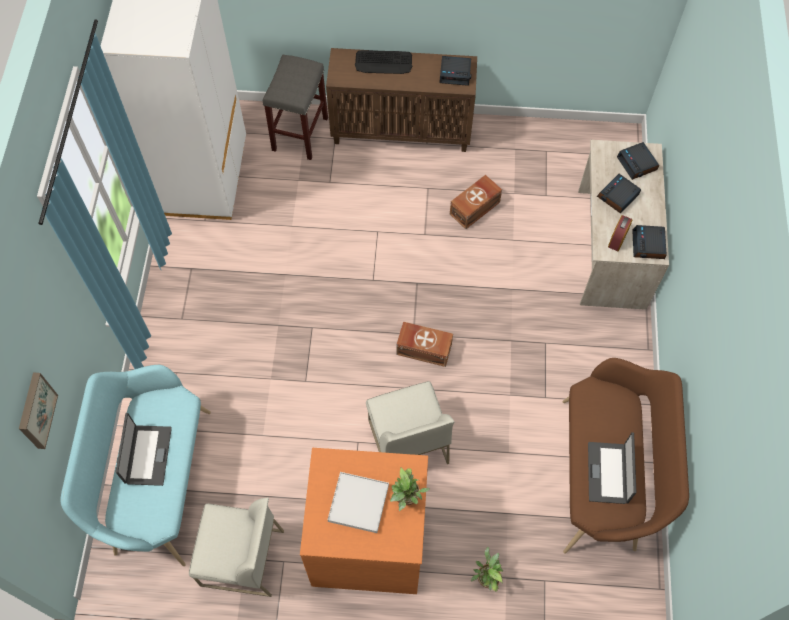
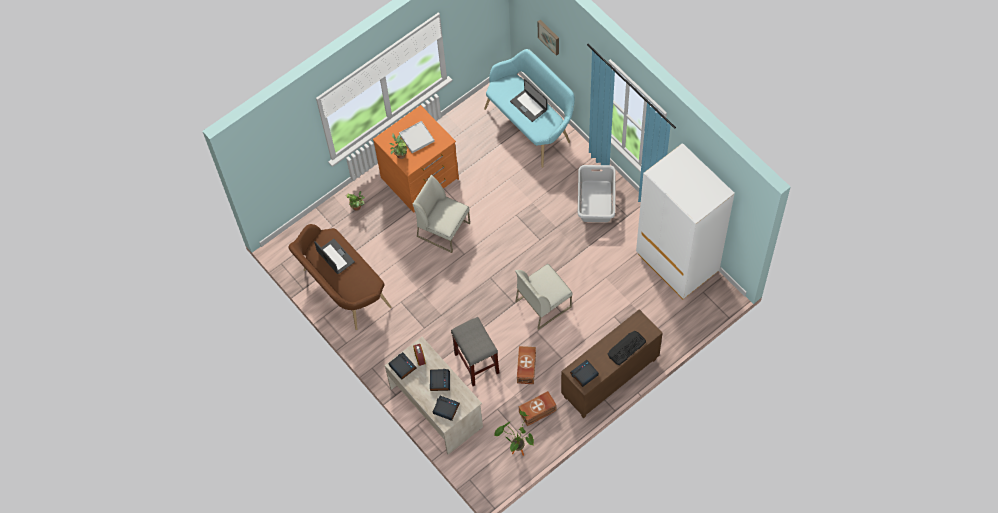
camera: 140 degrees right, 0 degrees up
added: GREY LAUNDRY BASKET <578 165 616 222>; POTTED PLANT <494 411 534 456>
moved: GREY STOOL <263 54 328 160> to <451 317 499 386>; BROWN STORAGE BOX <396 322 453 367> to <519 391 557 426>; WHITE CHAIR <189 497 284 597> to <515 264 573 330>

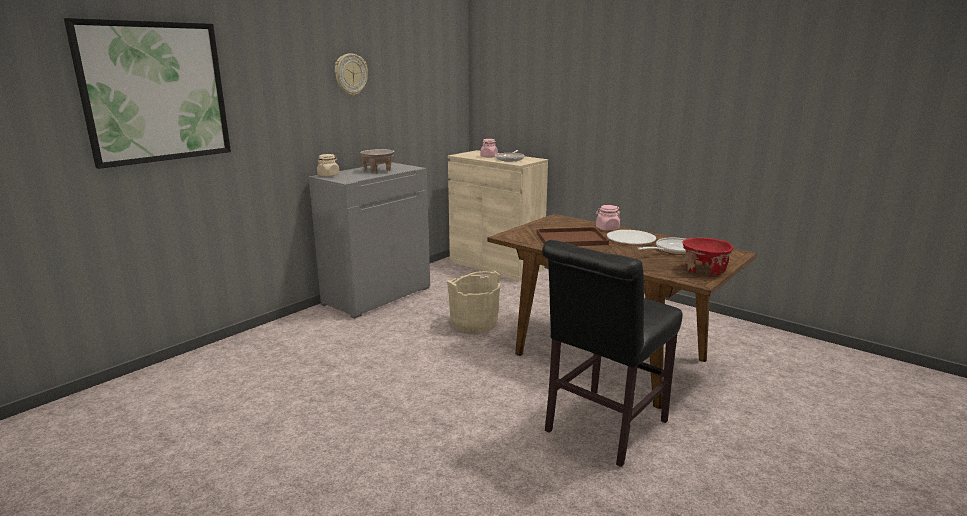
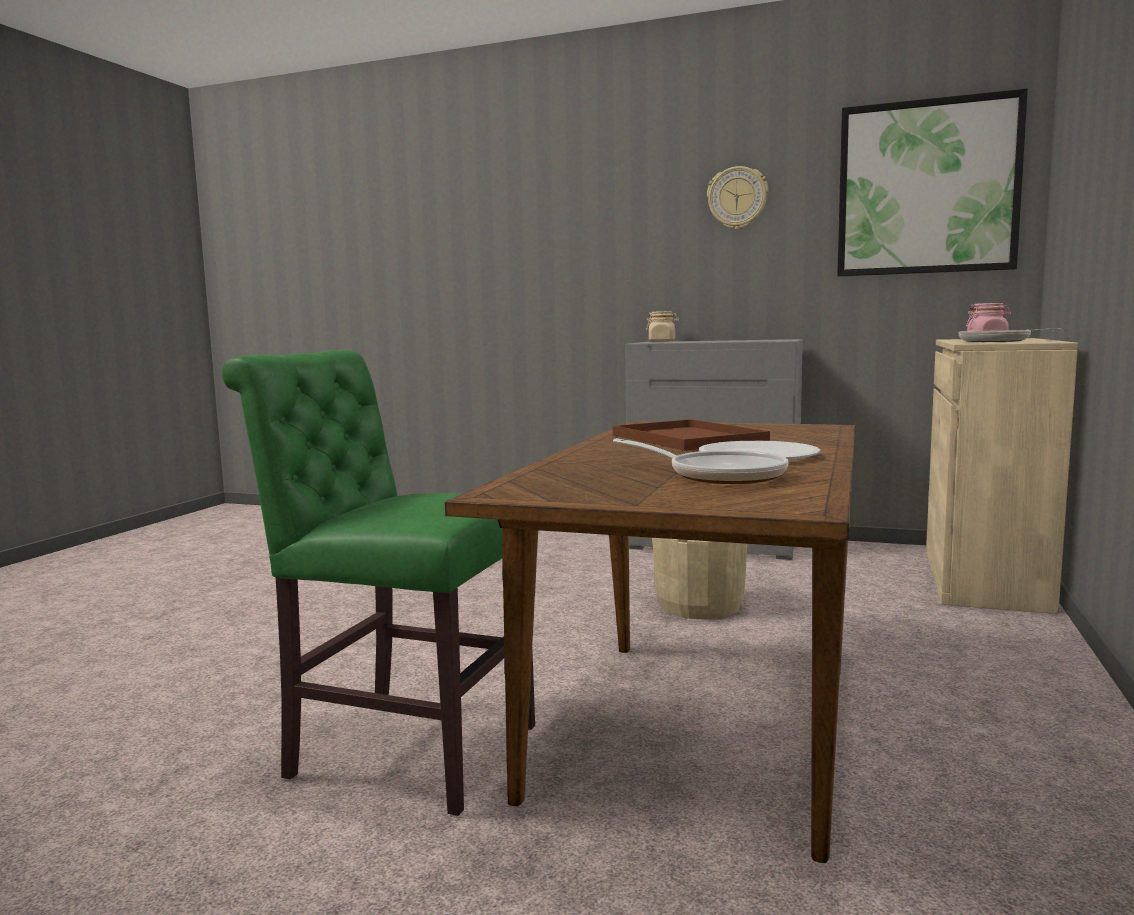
camera: 70 degrees right, 10 degrees down
removed: BEIGE BOWL <360 149 394 173>; PINK JAR <596 205 620 231>; RED BOWL <682 237 734 276>
moved: PICTURE <64 18 231 169> to <837 89 1028 276>
recoloured: BLACK CHAIR <542 240 683 467> to GREEN CHAIR <222 350 535 816>

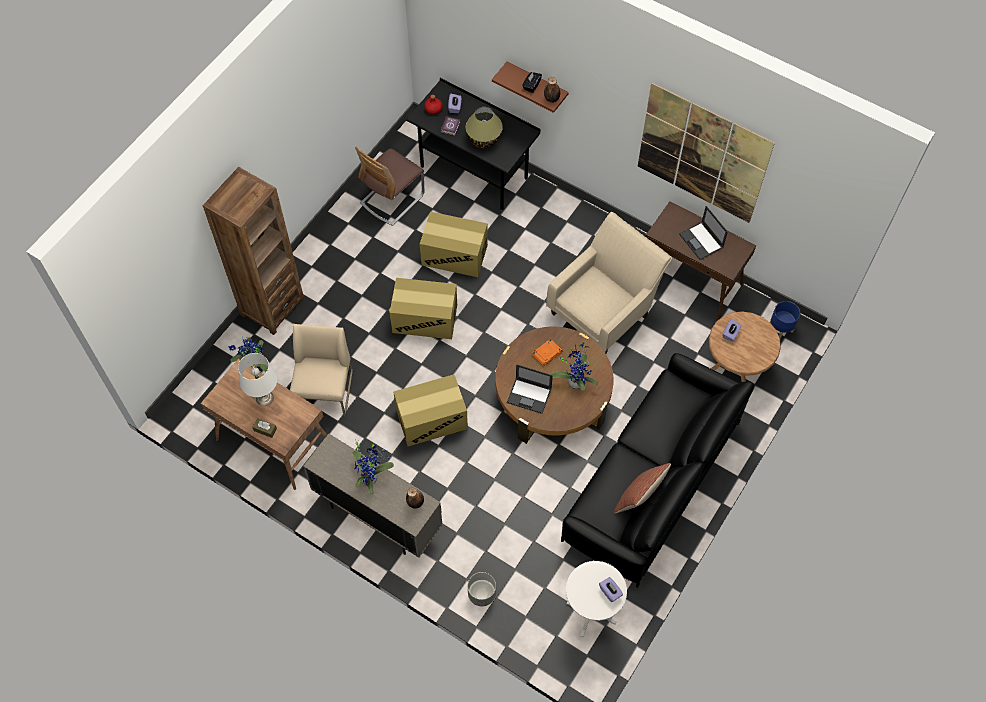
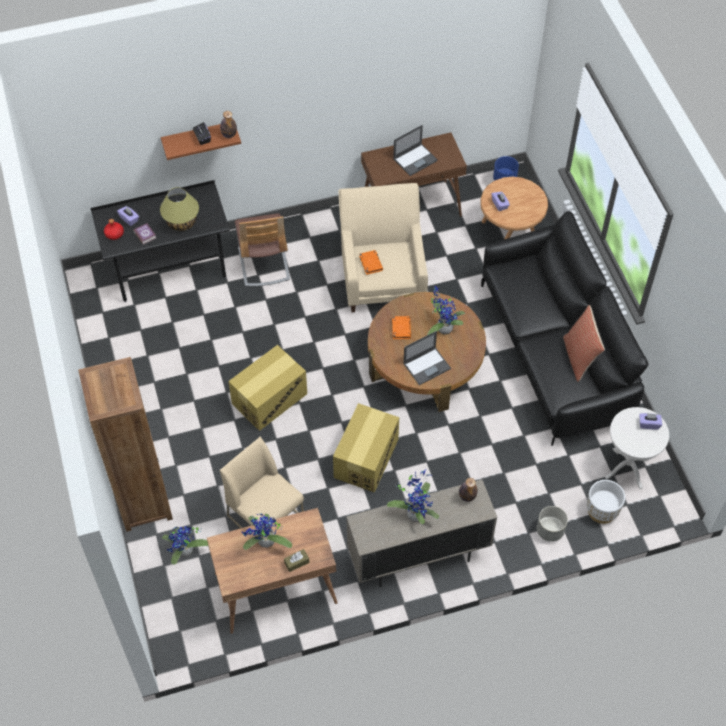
camera: 50 degrees left, 5 degrees down
removed: PICTURE <638 83 775 223>; CARDBOARD BOX <420 212 488 277>
added: ORANGE BOOK <359 250 383 275>; WHITE PLANTER <587 480 625 524>
moved: CHAIR <355 146 425 226> to <235 213 290 287>
replaced: WHITE TABLE LAMP <238 353 277 406> to POTTED PLANT <241 514 292 550>
turned: LAPTOP <679 206 728 260> = <393 125 438 176> 45 degrees counterclockwise

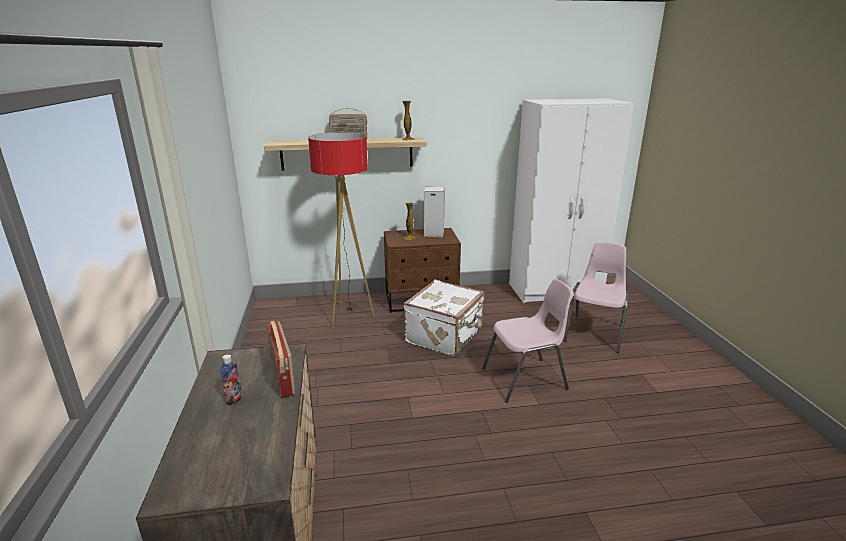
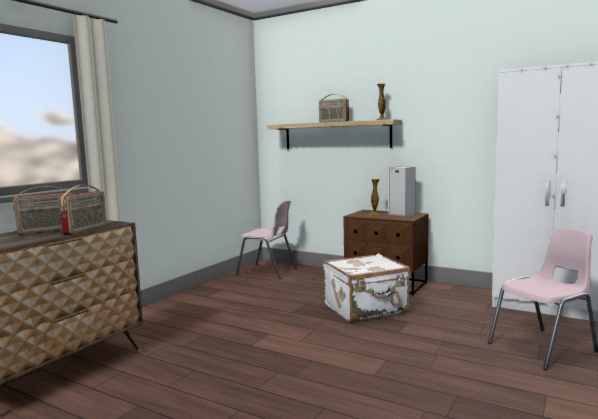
camera: 40 degrees right, 15 degrees down
removed: FLOOR LAMP <308 132 375 328>
moved: PINK CHAIR <482 279 574 403> to <236 200 297 279>
replaced: BOTTLE <220 354 242 405> to RADIO <13 186 73 234>

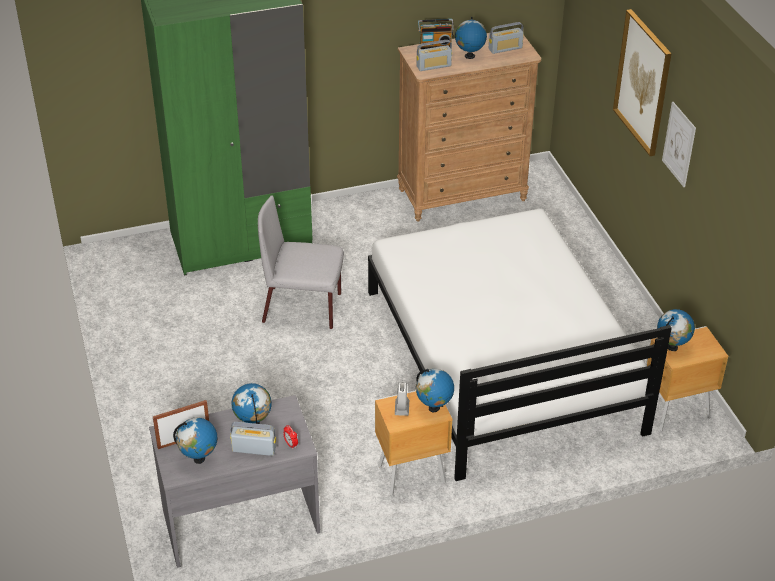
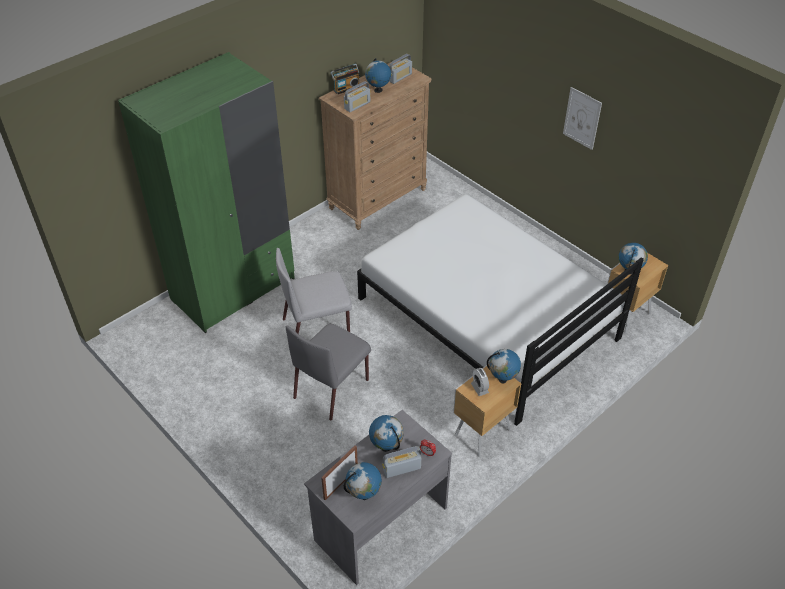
camera: 25 degrees left, 5 degrees up
removed: PICTURE <613 9 671 156>
added: GREY CHAIR <286 324 371 420>

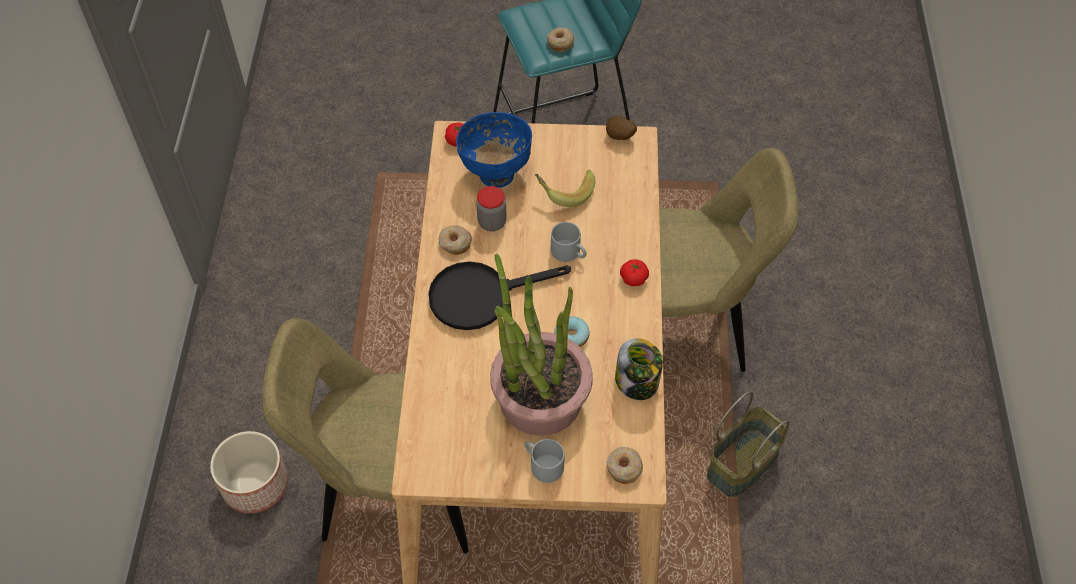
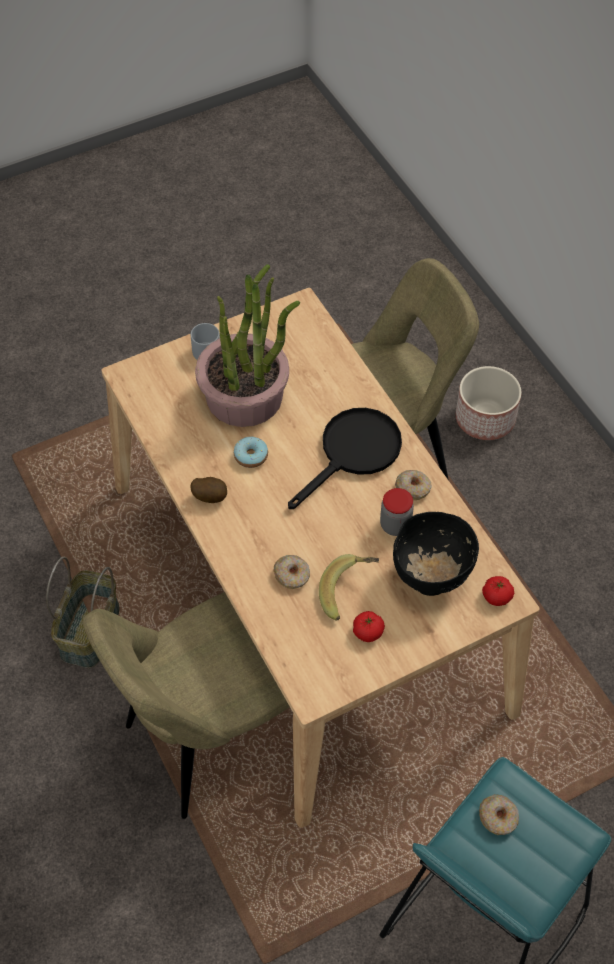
camera: 150 degrees right, 0 degrees up
removed: GREY MUG <551 222 586 262>; JAR <615 338 663 400>
moved: POTATO <606 116 637 140> to <190 477 227 503>; TOMATO <620 260 649 286> to <353 611 385 642>; DONUT <607 447 643 484> to <274 555 310 589>
recoloured: BLUE BOWL <456 112 532 188> to BLACK BOWL <393 512 479 596>

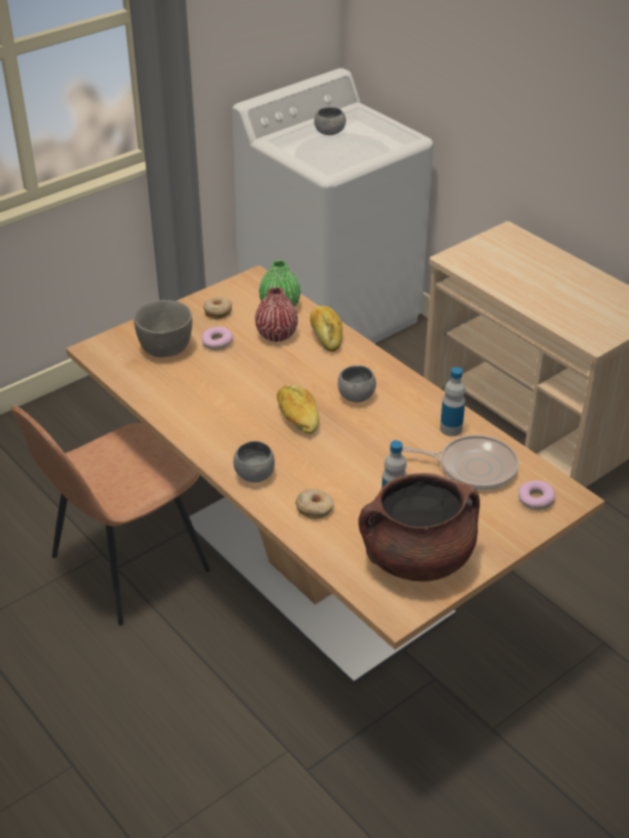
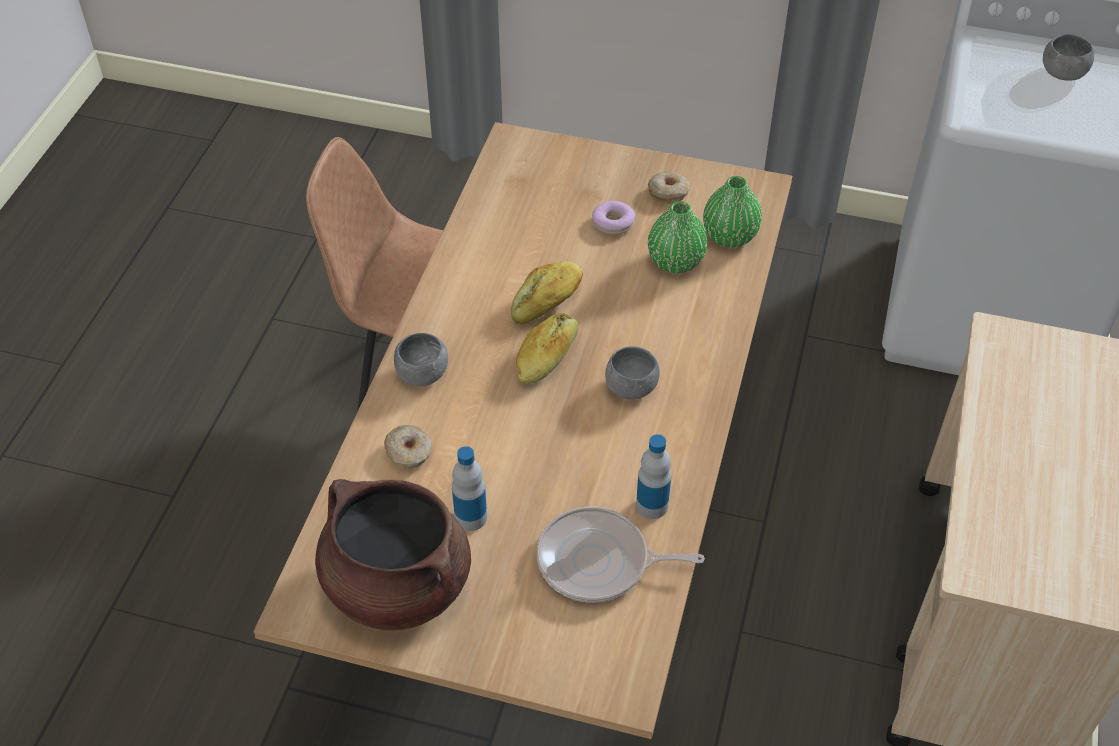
camera: 55 degrees right, 10 degrees up
removed: GREY BOWL <134 300 192 357>; DONUT <518 480 556 510>
moved: BREAD <310 306 342 352> to <511 262 583 324>
recoloured: RED VASE <255 287 298 342> to GREEN VASE <648 201 707 273>
turned: FRYING PAN <402 435 519 490> = <537 507 705 603> 120 degrees clockwise

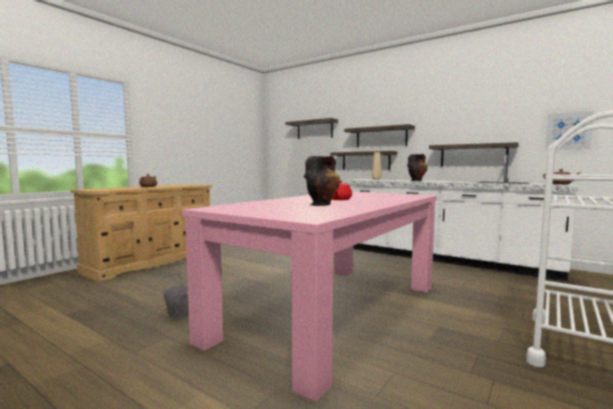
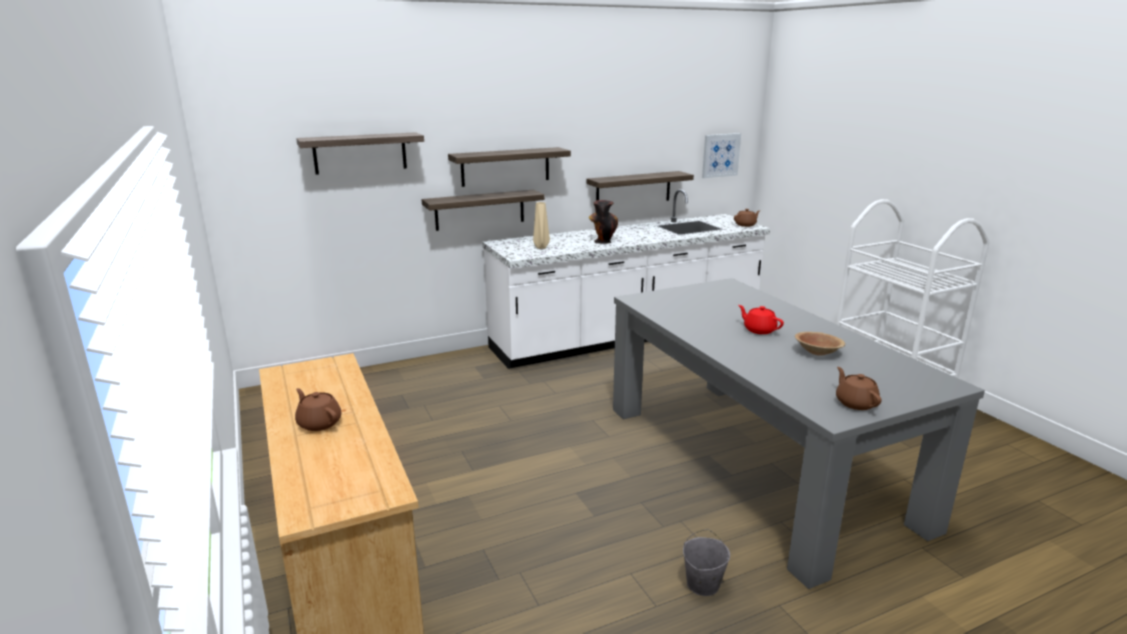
camera: 60 degrees left, 15 degrees up
added: BROWN TEAPOT <836 367 881 410>
replaced: VASE <303 156 340 206> to BROWN BOWL <795 332 845 355>
recoloured: PINK DINING TABLE <182 192 437 402> to GREY DINING TABLE <613 278 985 589>

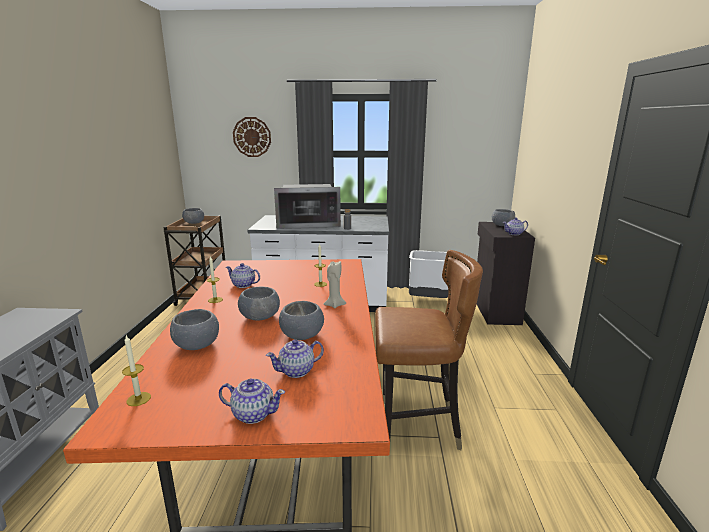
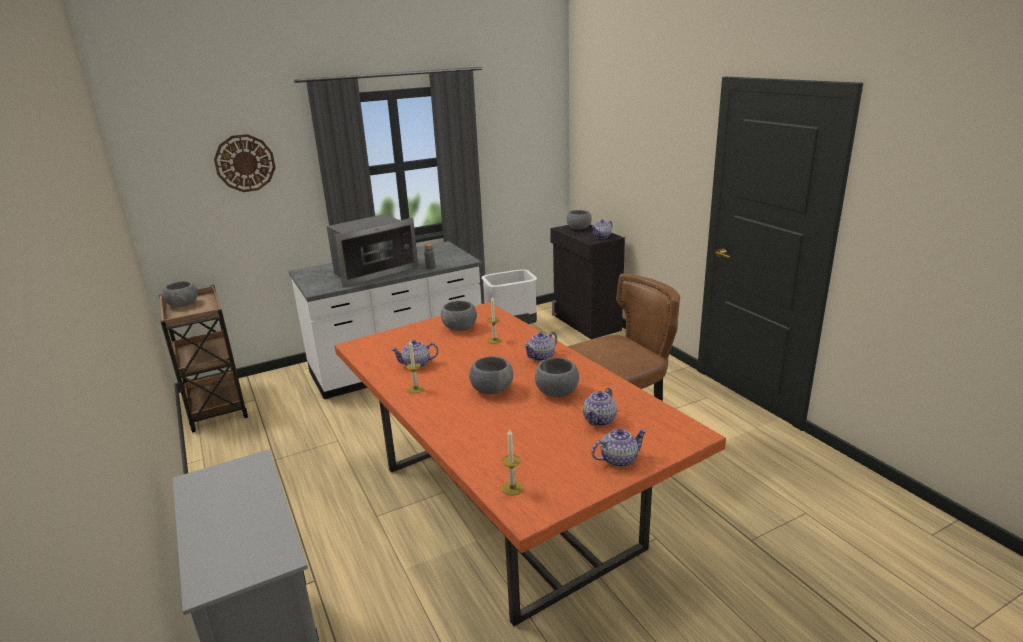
camera: 30 degrees left, 5 degrees up
moved: GREY BOWL <170 309 219 350> to <441 301 477 331>
replaced: BEIGE CANDLE <323 261 346 309> to TEAPOT <524 332 557 361>

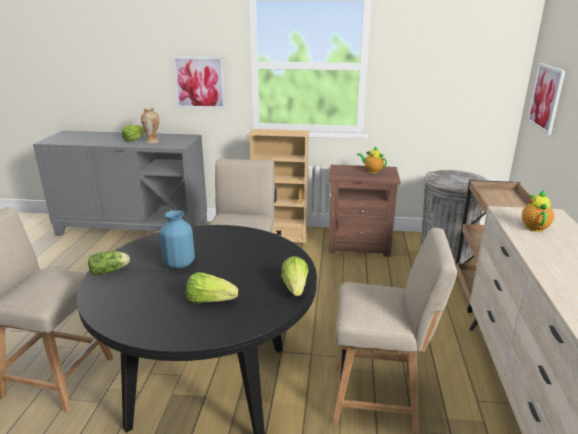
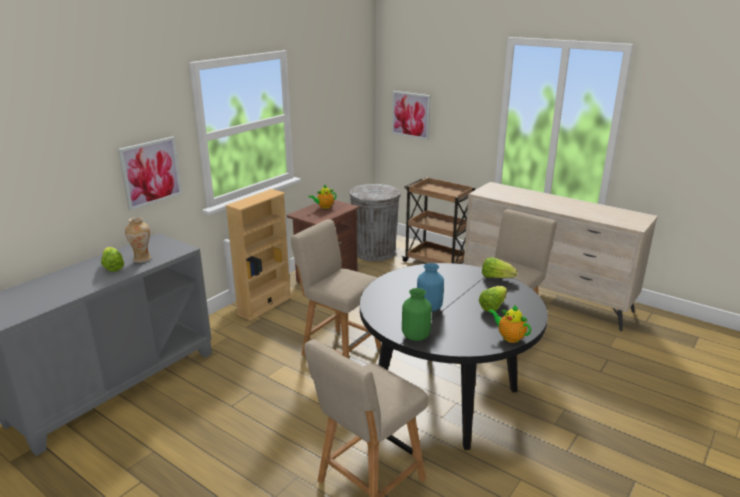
camera: 60 degrees left, 0 degrees up
moved: TEAPOT <522 190 554 232> to <488 305 531 343>
replaced: LETTUCE <88 251 130 275> to GREEN VASE <402 288 432 341>

